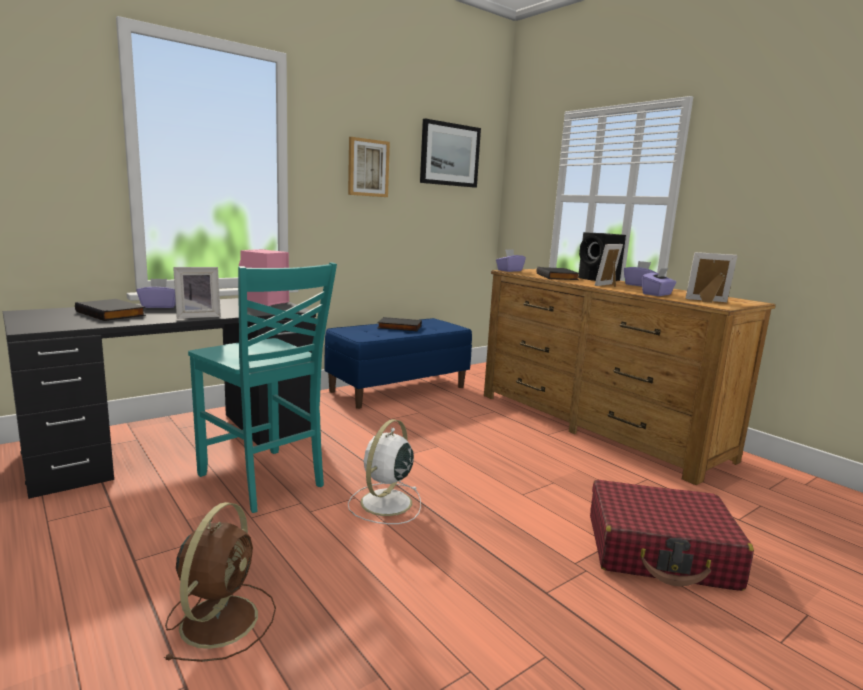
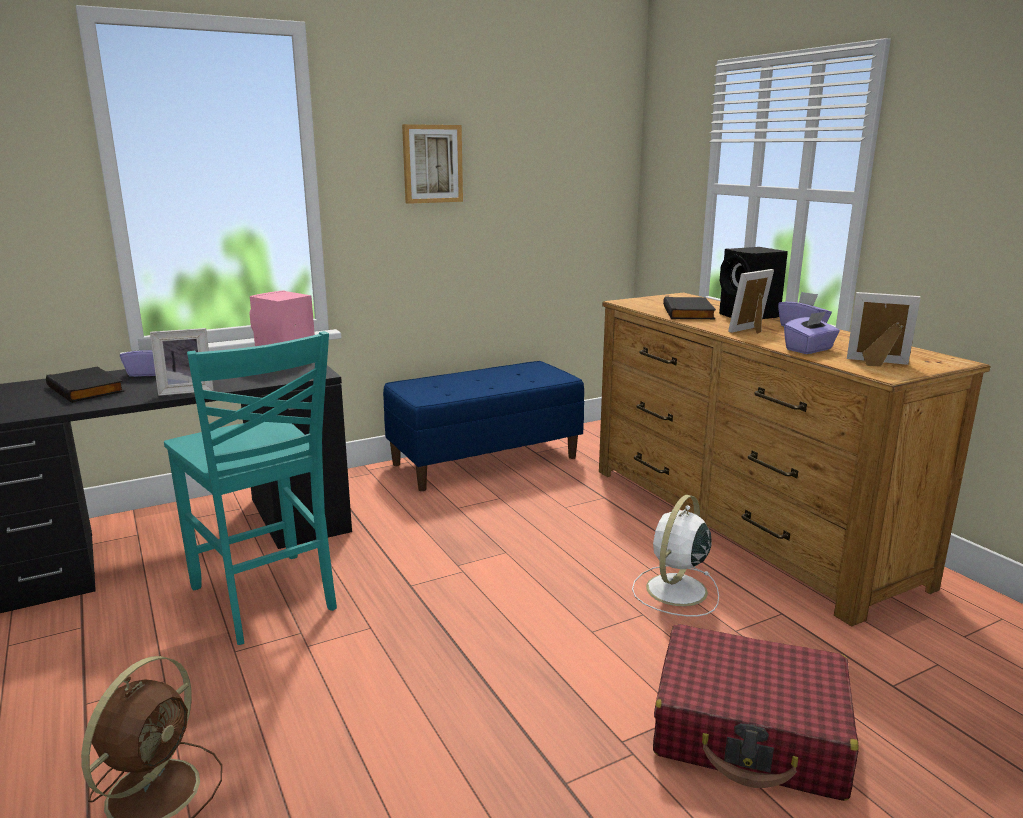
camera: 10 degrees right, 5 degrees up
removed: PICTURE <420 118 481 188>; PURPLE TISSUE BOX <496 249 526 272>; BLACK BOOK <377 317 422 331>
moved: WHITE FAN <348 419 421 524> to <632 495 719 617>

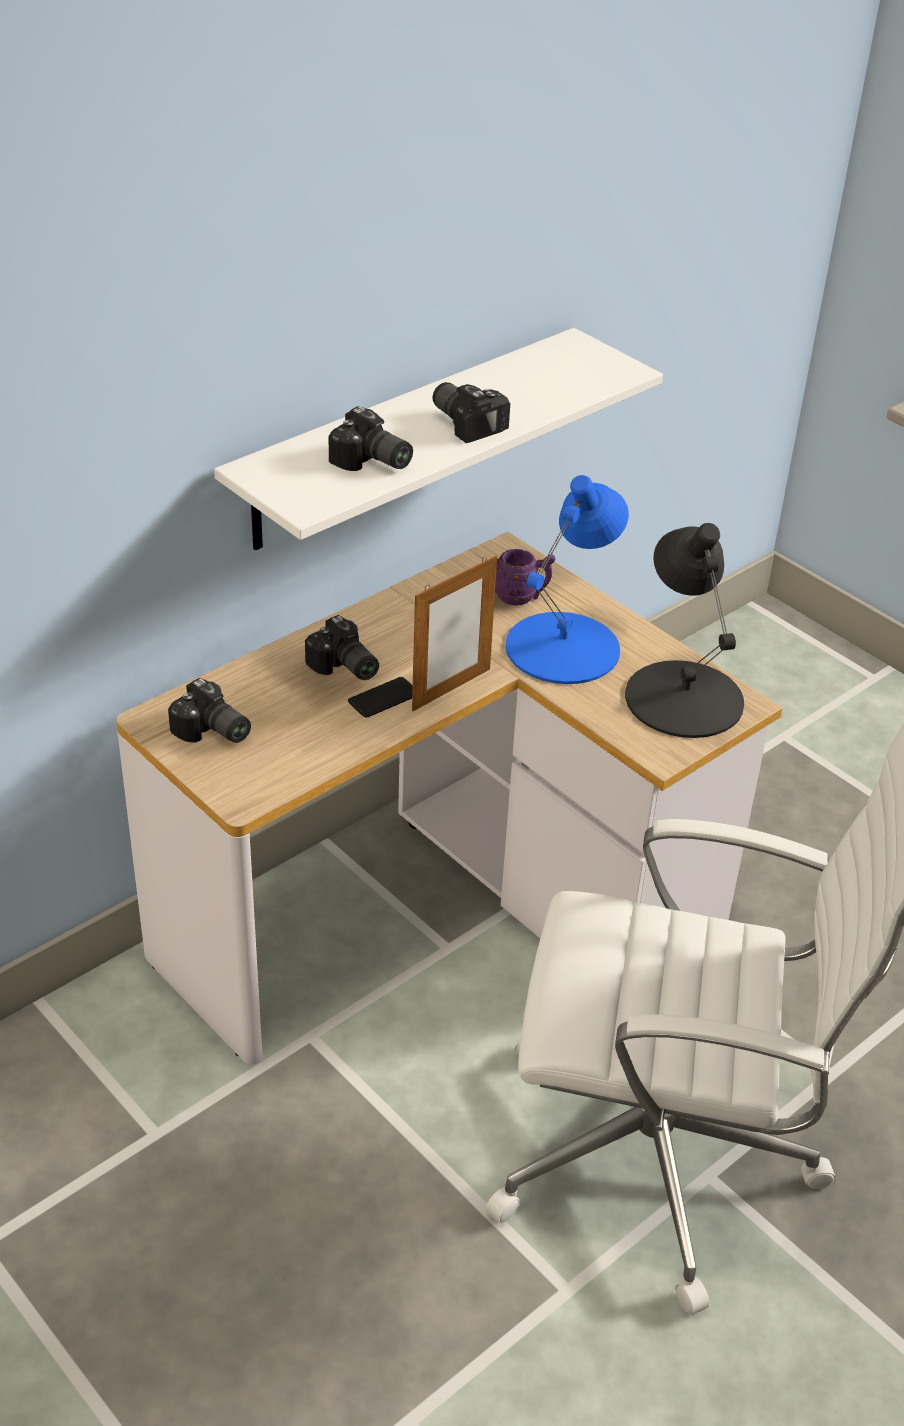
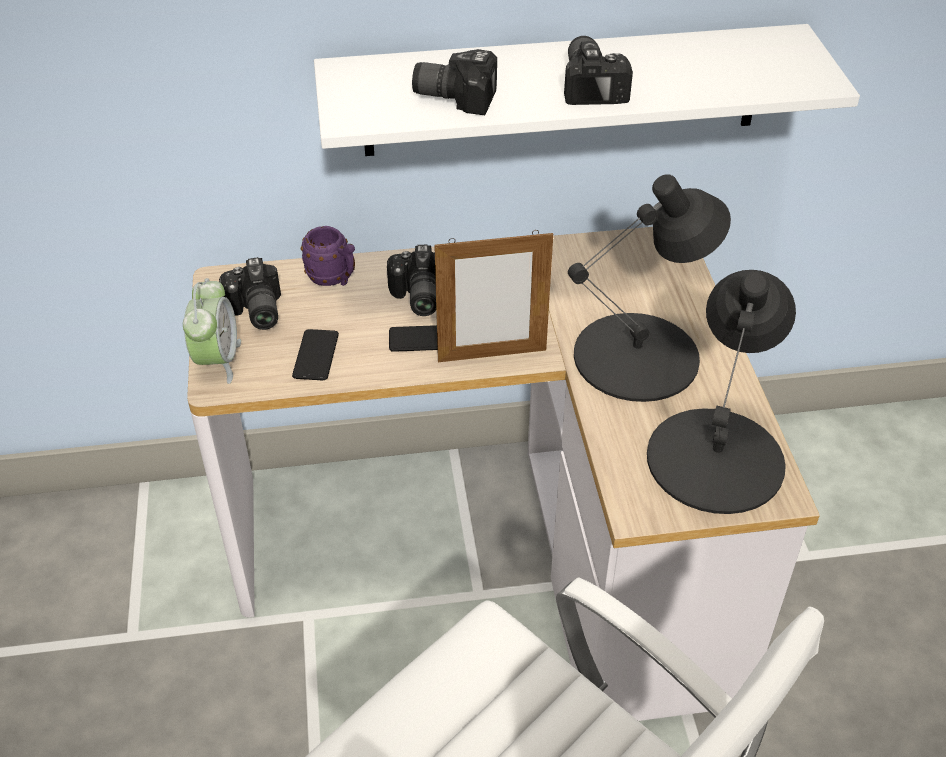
camera: 35 degrees right, 5 degrees up
added: ALARM CLOCK <183 278 241 384>; PHONE <292 329 339 380>
moved: PURPLE MUG <495 549 556 605> to <301 226 355 286>
recoloured: BLUE TABLE LAMP <505 475 629 684> to BLACK TABLE LAMP <568 174 731 402>
turned: PHOTO CAMERA <329 406 413 471> = <412 49 497 115> 120 degrees clockwise

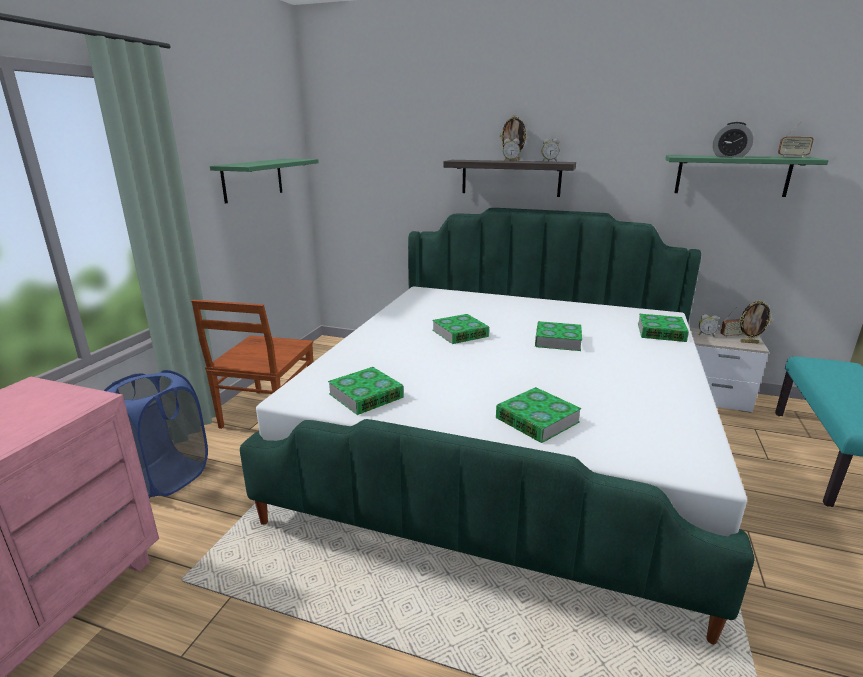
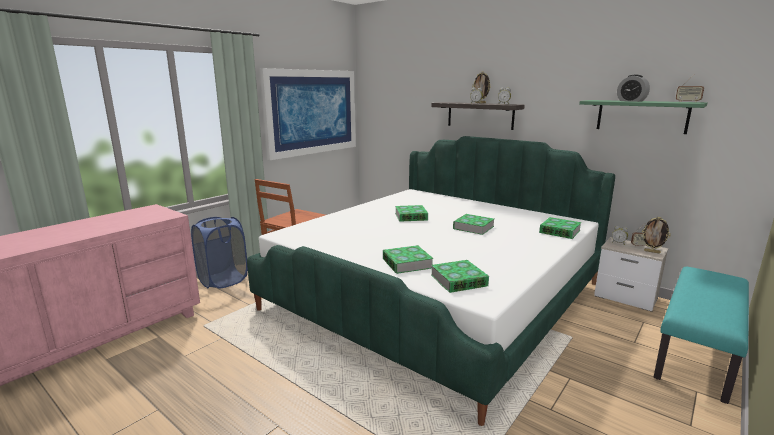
camera: 20 degrees right, 5 degrees down
moved: BOOK <328 367 404 415> to <431 260 489 293>
replaced: GREEN SHELF <210 159 319 203> to PICTURE <260 68 356 160>

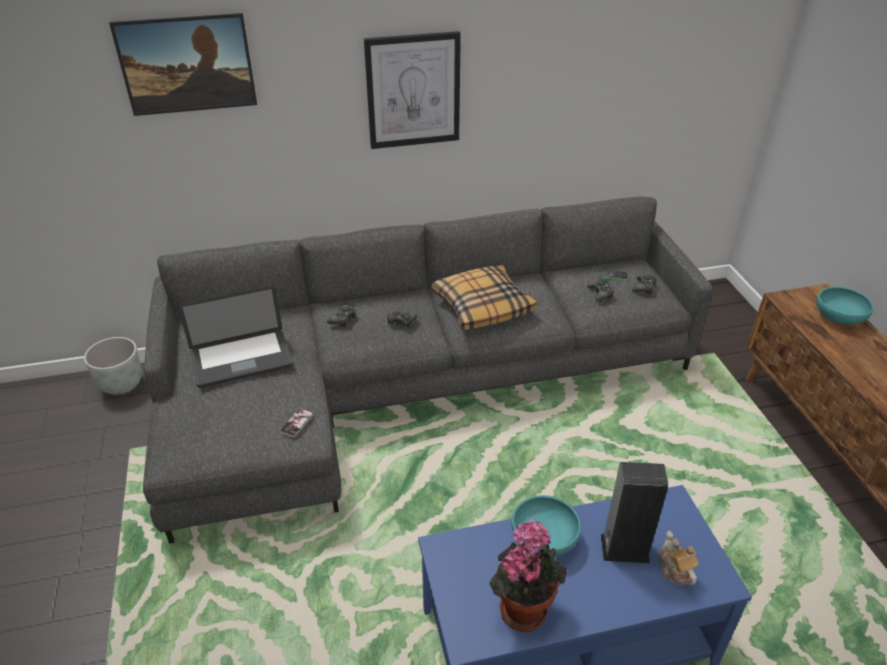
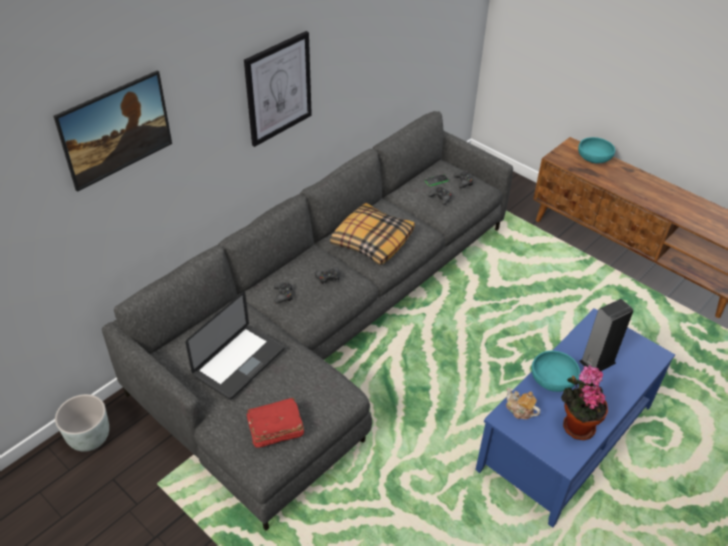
camera: 35 degrees left, 5 degrees up
removed: PHONE <280 408 313 437>
added: RED BOOK <246 397 304 448>
moved: TEAPOT <659 531 699 586> to <506 388 540 419>

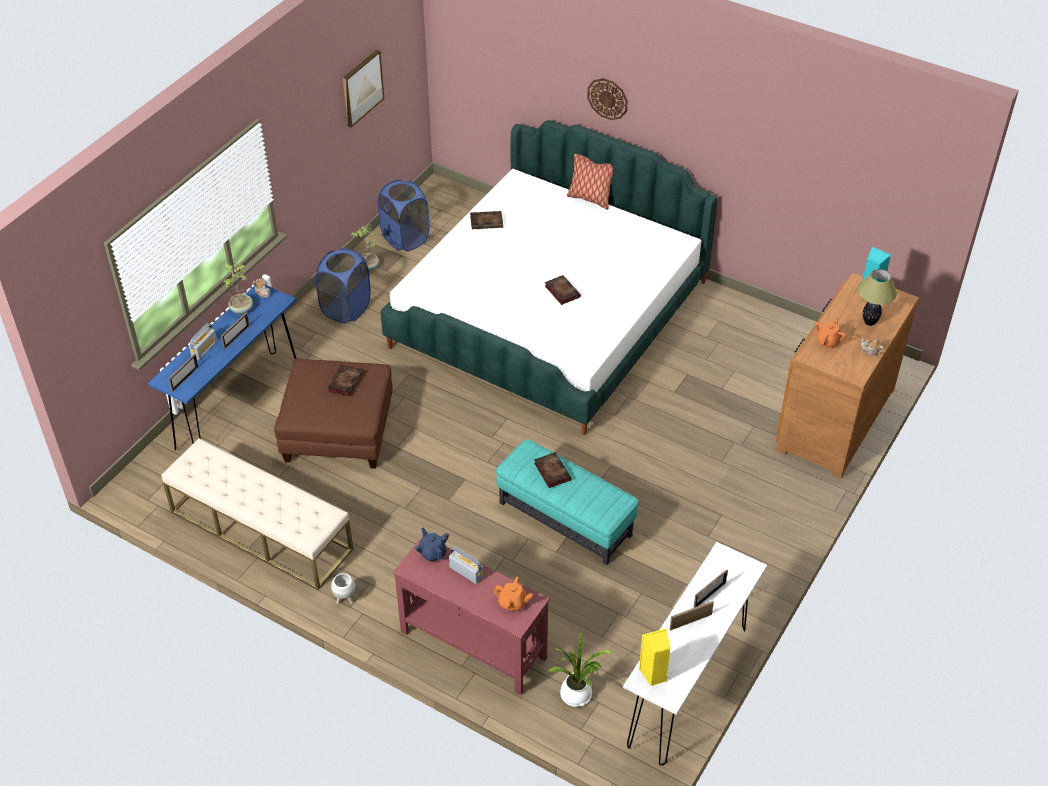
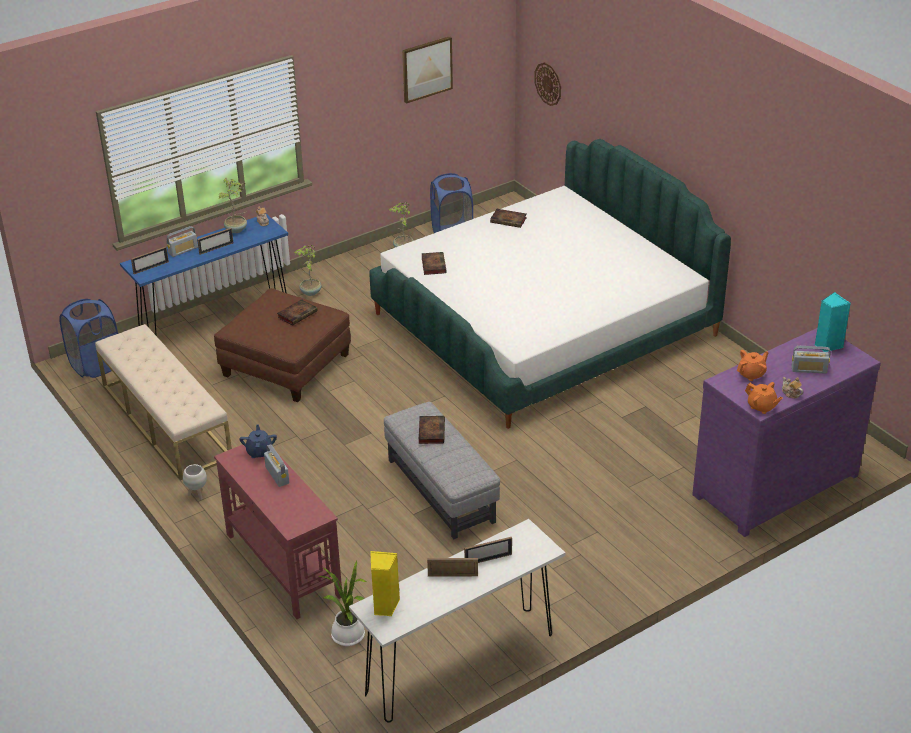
camera: 25 degrees right, 10 degrees down
removed: PILLOW <567 154 613 210>
added: POTTED PLANT <294 245 322 296>
moved: WALL CLOCK <587 78 628 120> to <534 62 561 106>; BLUE LAUNDRY BASKET <316 248 371 323> to <60 299 118 378>; BOOK <545 275 581 305> to <421 252 446 275>; ORANGE TEAPOT <493 576 533 611> to <745 382 783 414>
replaced: TABLE LAMP <858 269 897 326> to RADIO <792 346 830 373>
recoloured: BROWN DRESSER <776 273 920 479> to PURPLE DRESSER <692 328 881 537>; TURQUOISE OTTOMAN <496 439 639 565> to GREY OTTOMAN <384 402 500 539>

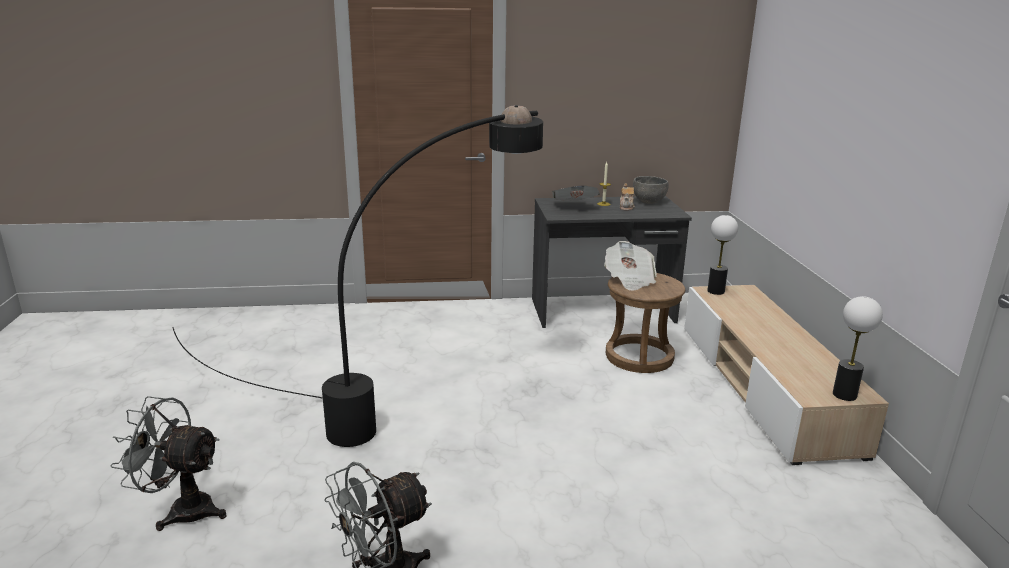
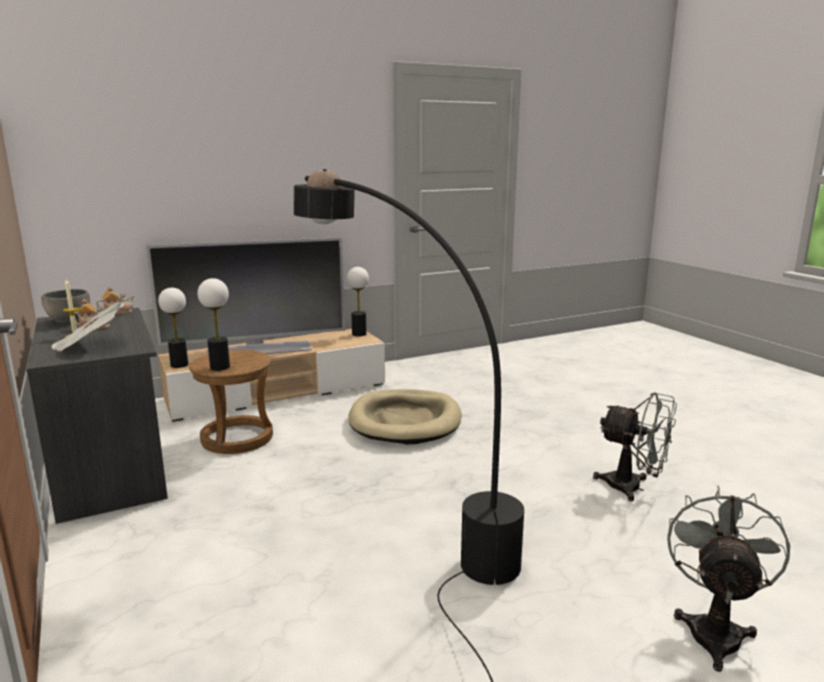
camera: 110 degrees left, 5 degrees down
added: TELEVISION <146 237 345 354>; TEAPOT <96 287 134 315>; BEIGE DOG BED <348 389 462 444>
replaced: NEWSPAPER <604 241 656 291> to TABLE LAMP <197 278 230 371>
turned: GREY FAN <110 396 226 531> = <667 485 790 672> 150 degrees counterclockwise

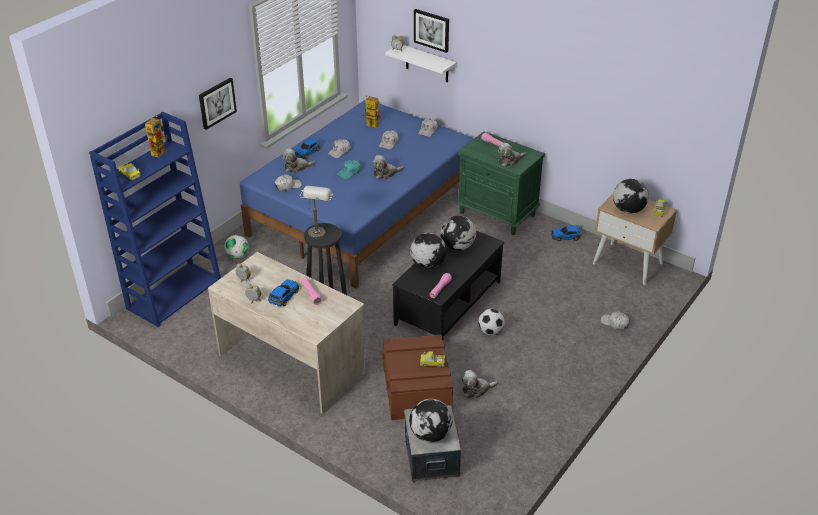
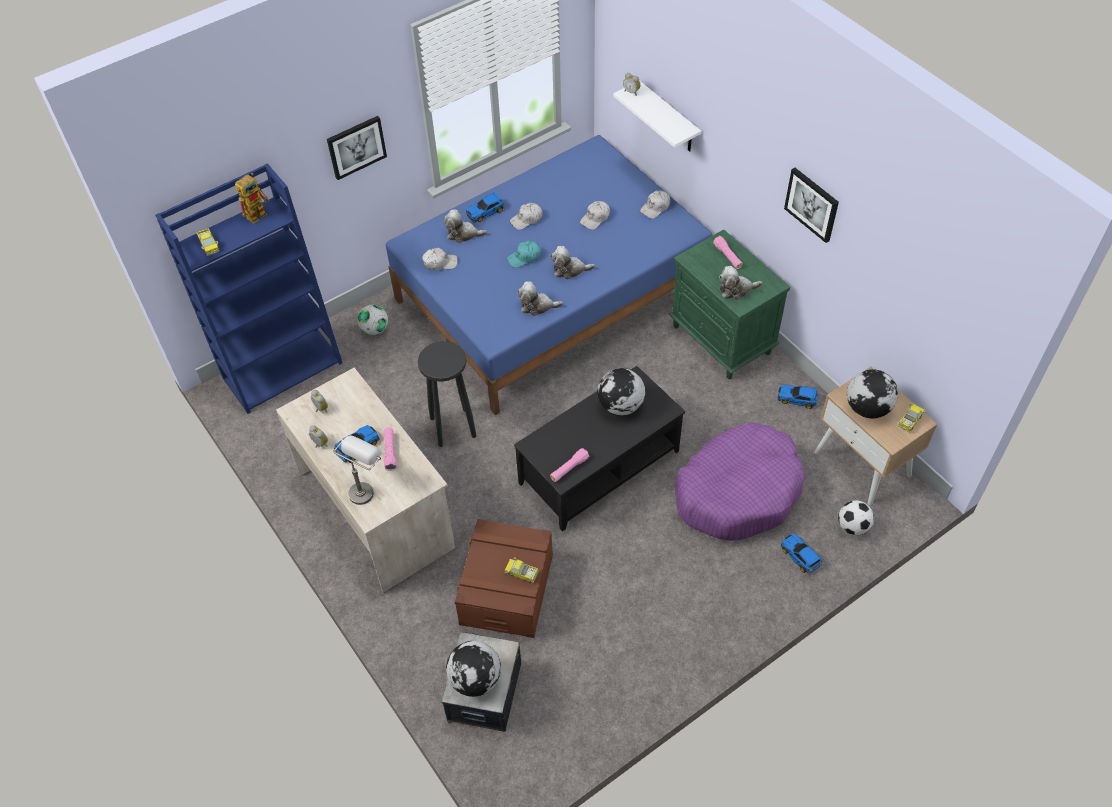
camera: 20 degrees right, 15 degrees up
removed: TOY ROBOT <360 95 382 128>; GLOBE <410 233 447 269>
added: PURPLE DOG BED <675 422 805 541>
moved: PICTURE <414 9 449 53> to <784 168 839 243>; GREY TABLE LAMP <299 186 334 239> to <334 436 382 505>; FOOTBALL <478 309 505 335> to <838 500 874 535>; PLUSH TOY <461 370 498 398> to <517 281 563 316>
replaced: WHITE CAP <601 311 629 330> to TOY CAR <781 534 822 573>

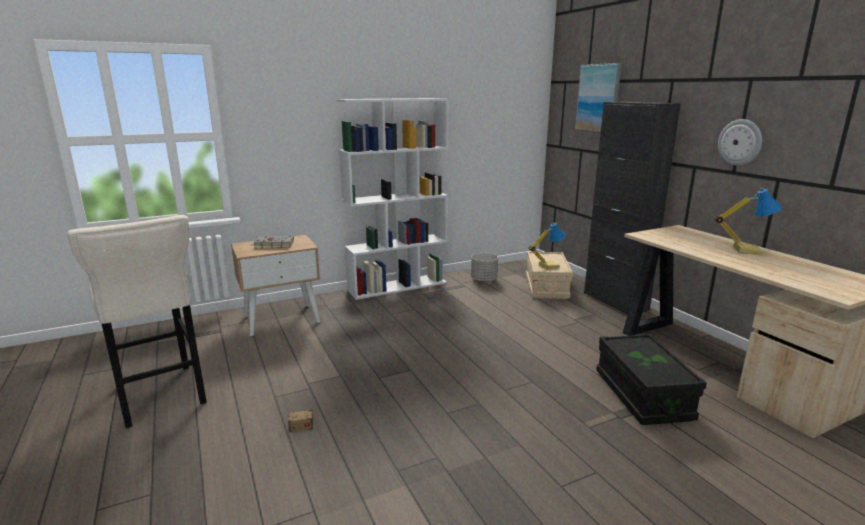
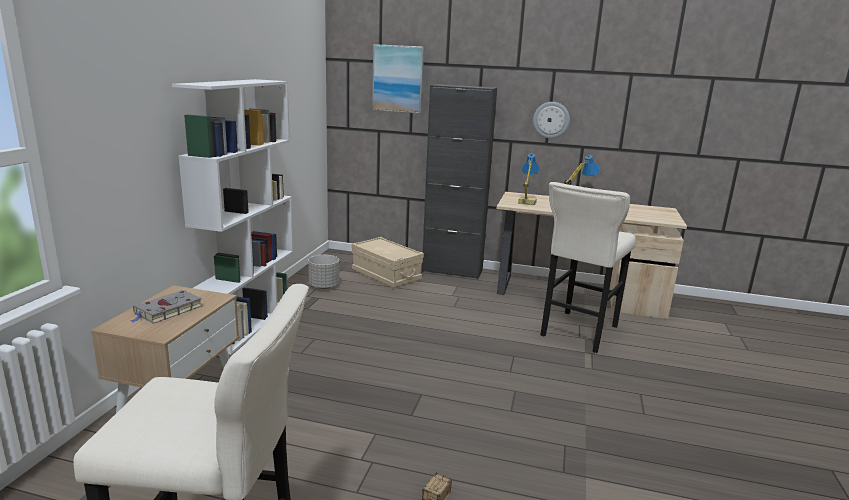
camera: 50 degrees left, 0 degrees up
moved: TABLE LAMP <529 223 566 270> to <518 153 540 206>
replaced: BLACK STORAGE BOX <596 334 707 425> to BEIGE STOOL <541 182 636 353>

